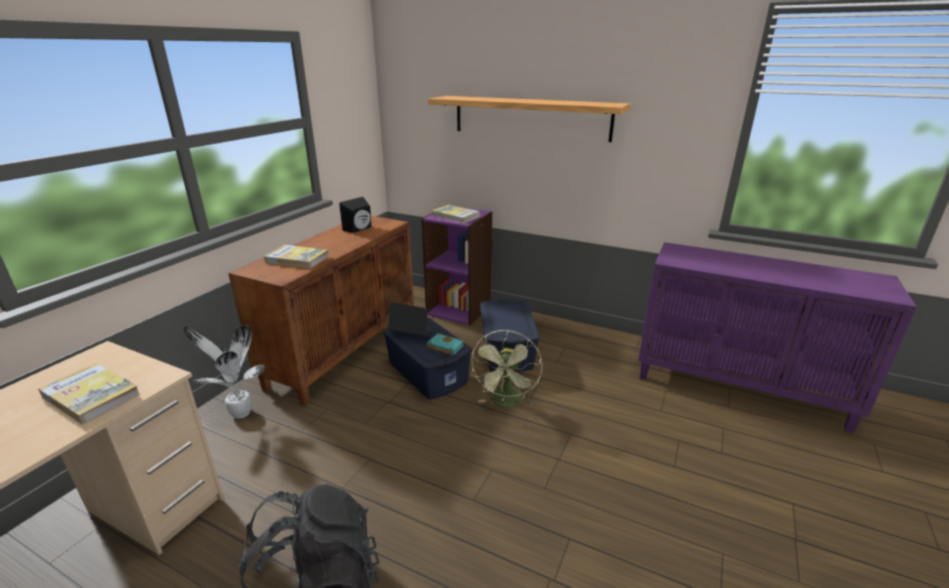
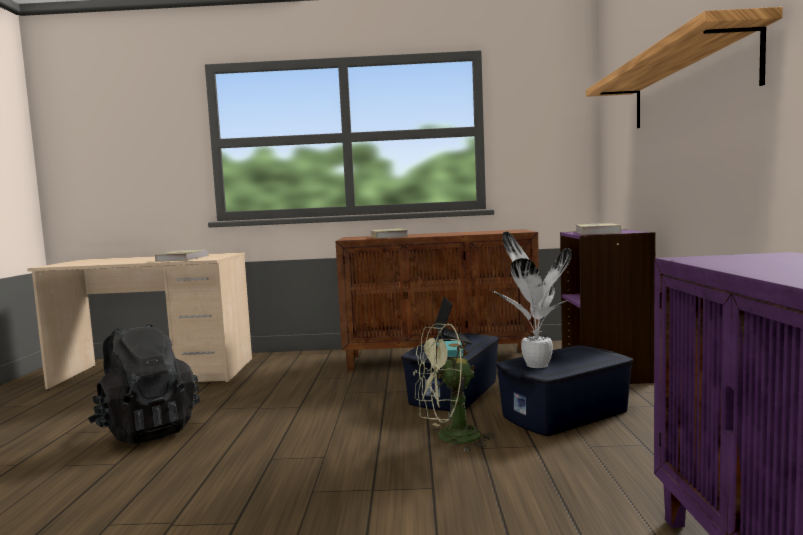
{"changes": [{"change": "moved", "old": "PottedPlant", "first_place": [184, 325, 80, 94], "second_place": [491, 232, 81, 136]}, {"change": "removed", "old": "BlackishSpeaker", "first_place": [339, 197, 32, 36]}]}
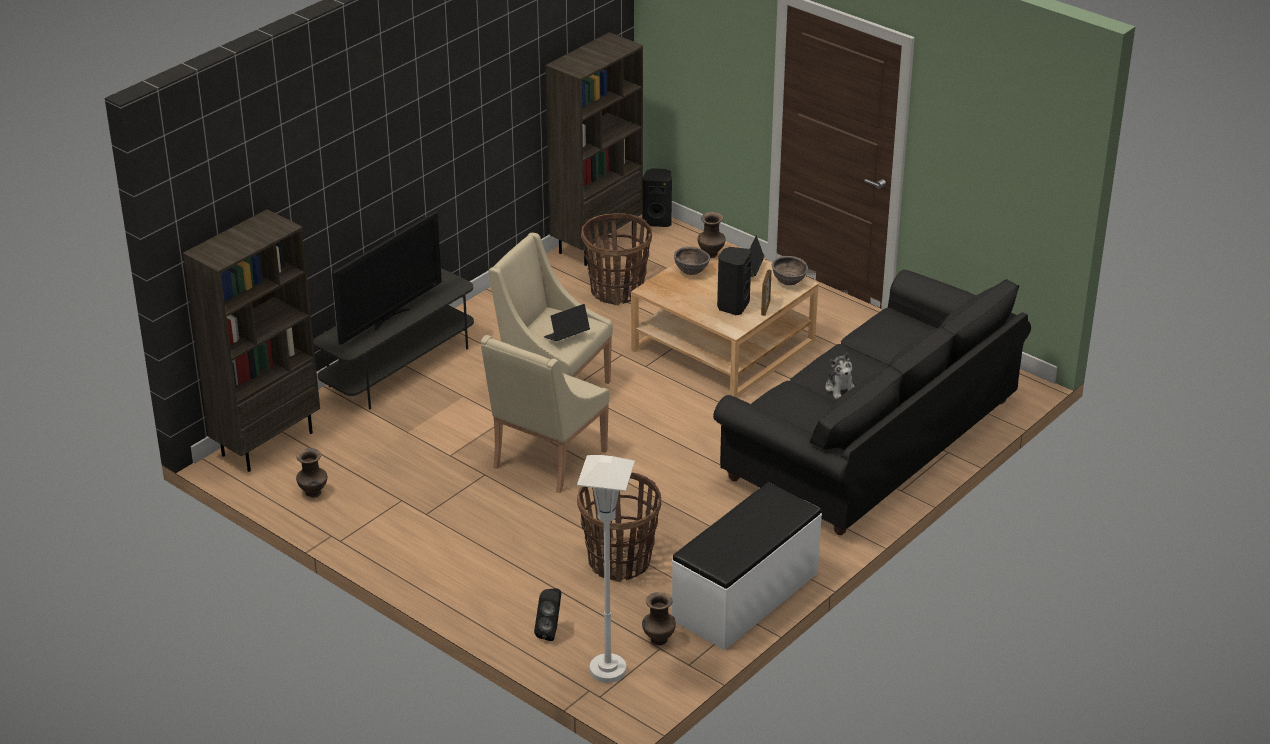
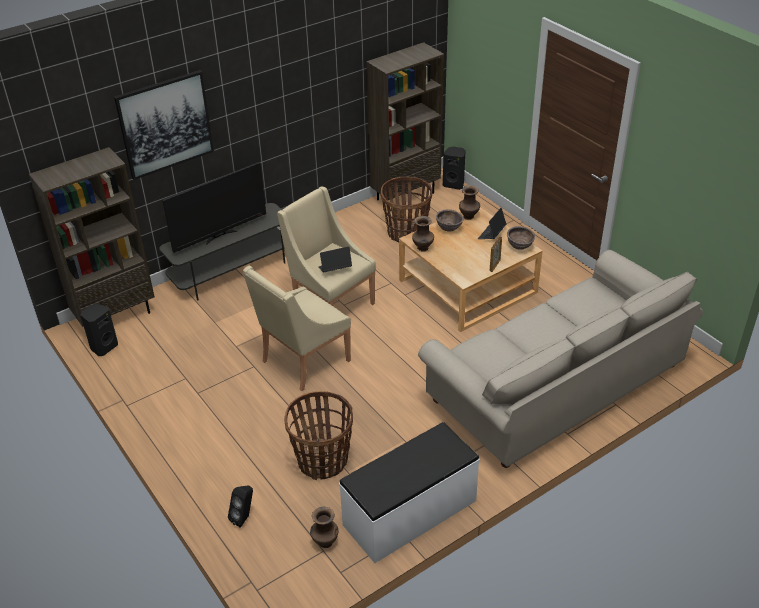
{"changes": [{"change": "moved", "old": "BrownFlowerVase", "first_place": [296, 448, 31, 50], "second_place": [412, 216, 22, 36]}, {"change": "removed", "old": "WhitishStandingLamp", "first_place": [577, 455, 58, 228]}, {"change": "recoloured", "old": "BlackishCouch", "new": "BeigeColouredCouch", "first_place": [713, 270, 318, 265], "second_place": [418, 250, 285, 218]}, {"change": "moved", "old": "BlackishSpeaker", "first_place": [717, 247, 35, 68], "second_place": [81, 304, 37, 52]}, {"change": "removed", "old": "SoftToy", "first_place": [825, 352, 29, 47]}, {"change": "added", "new": "WallArt", "second_place": [114, 70, 100, 110]}]}
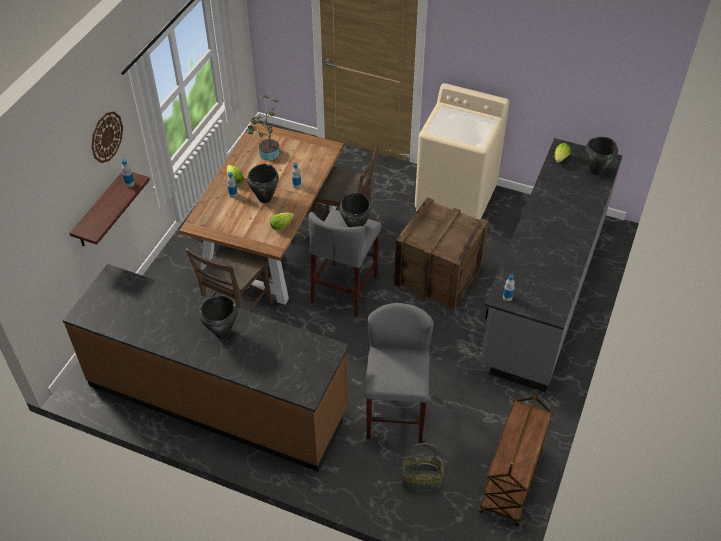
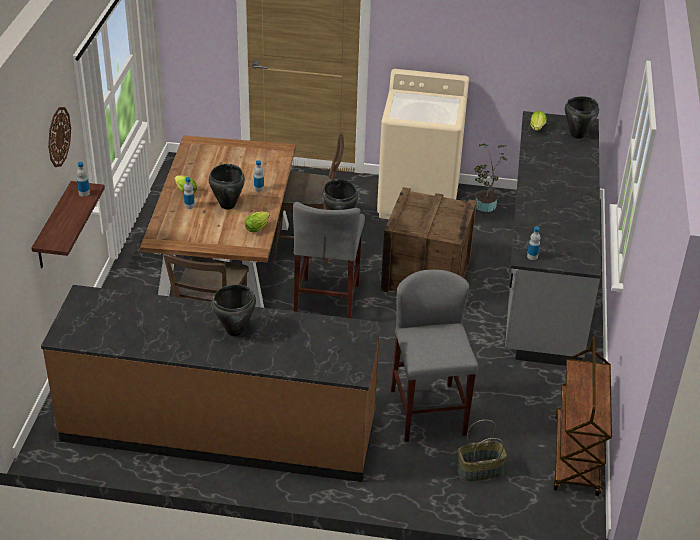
{"changes": [{"change": "moved", "old": "PottedPlant", "first_place": [246, 95, 34, 65], "second_place": [474, 144, 34, 68]}]}
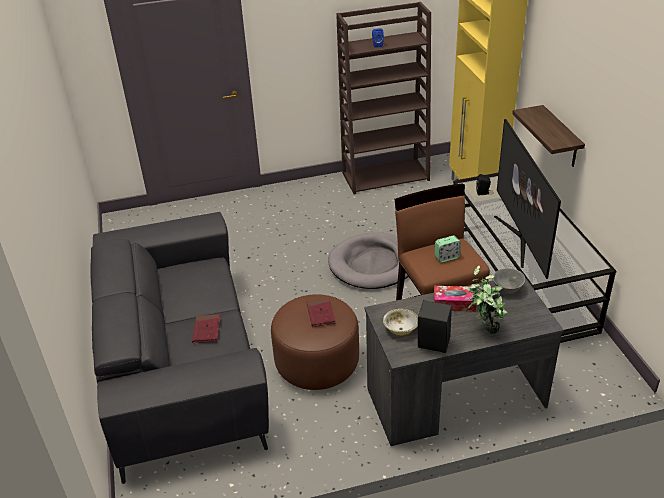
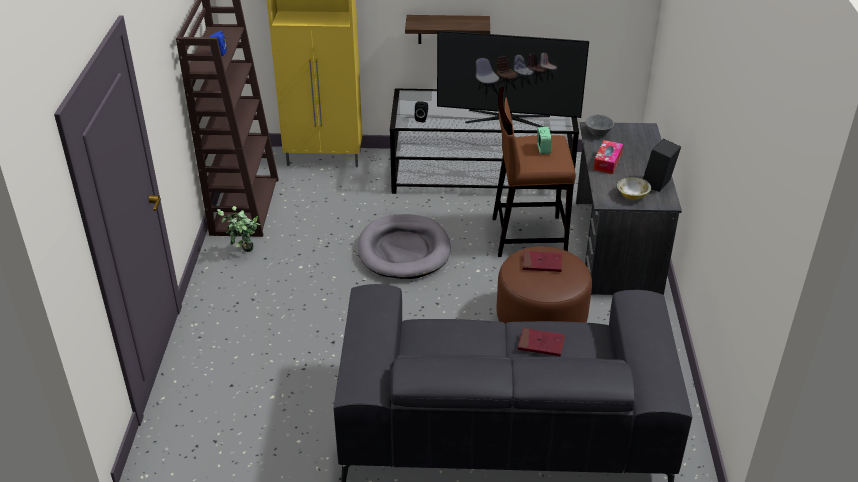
{"changes": [{"change": "moved", "old": "PottedPlant", "first_place": [466, 265, 42, 69], "second_place": [217, 206, 43, 46]}]}
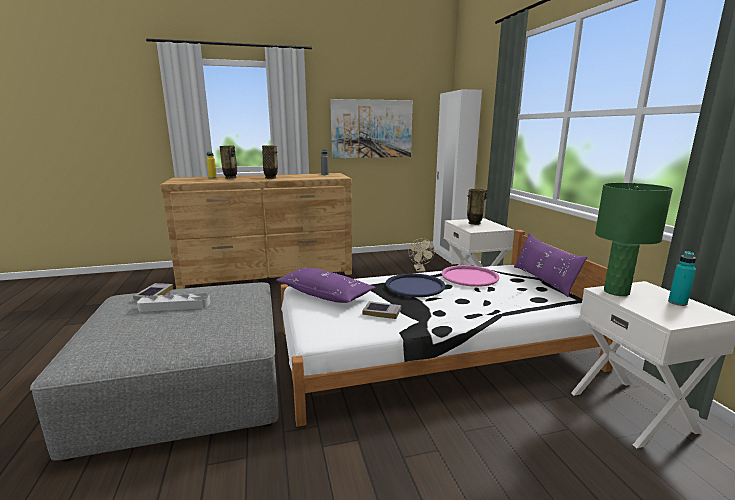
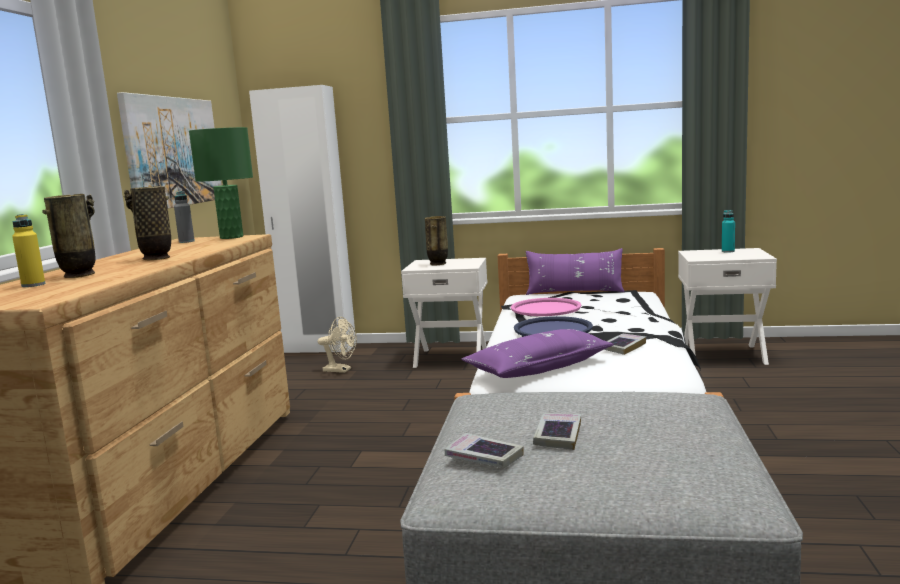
{"changes": [{"change": "replaced", "old": "GrayCarryingTray", "new": "BoundBook", "first_place": [137, 293, 73, 19], "second_place": [533, 413, 48, 37]}, {"change": "moved", "old": "GreenishTabletopLamp", "first_place": [595, 183, 78, 113], "second_place": [189, 127, 64, 112]}]}
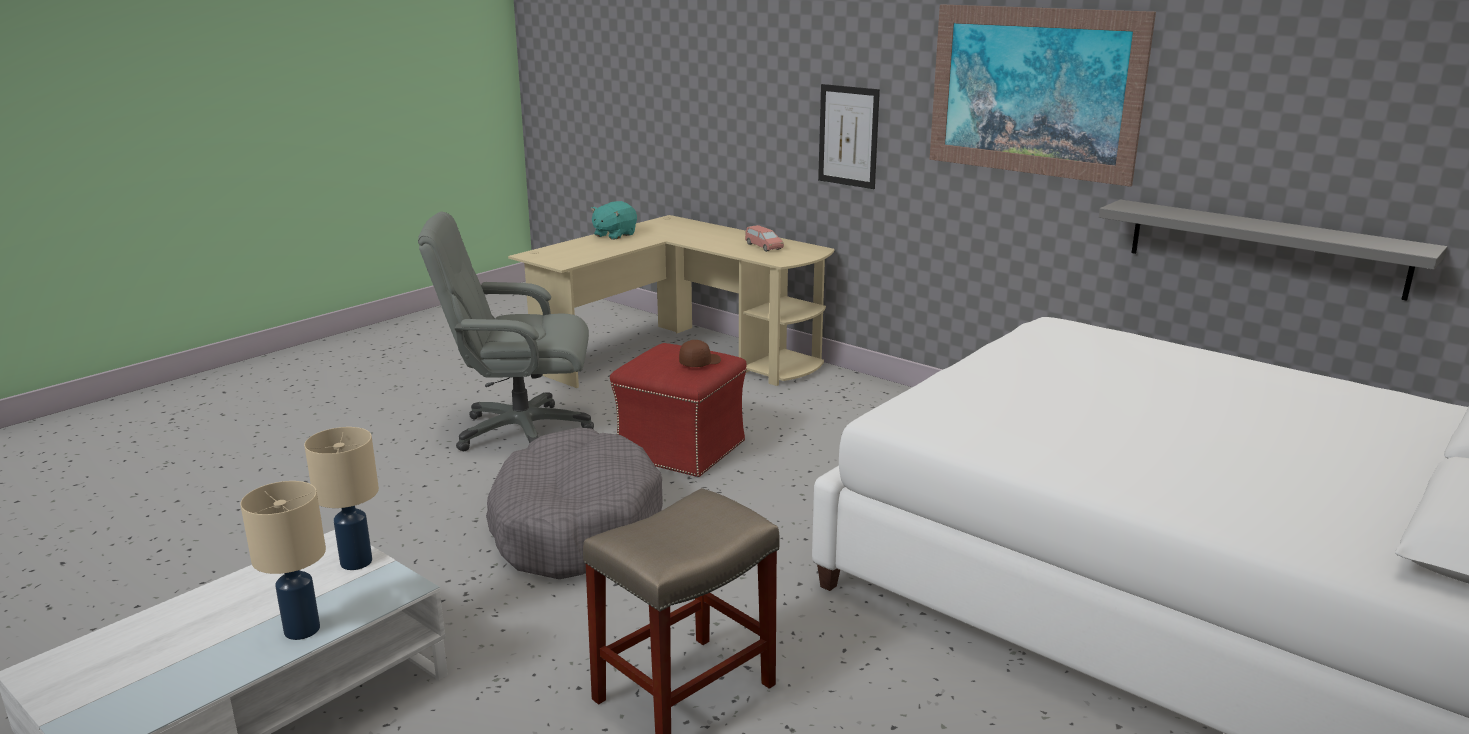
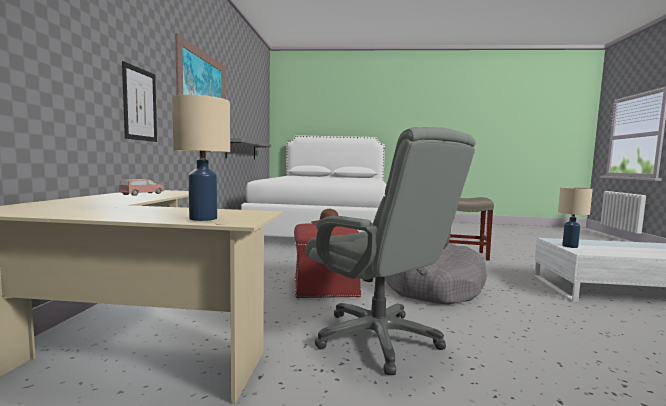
{"changes": [{"change": "moved", "old": "BeigeColouredTabletopLamp", "first_place": [240, 481, 86, 159], "second_place": [172, 95, 58, 126]}, {"change": "removed", "old": "TurquoiseSoftToy", "first_place": [591, 201, 46, 39]}]}
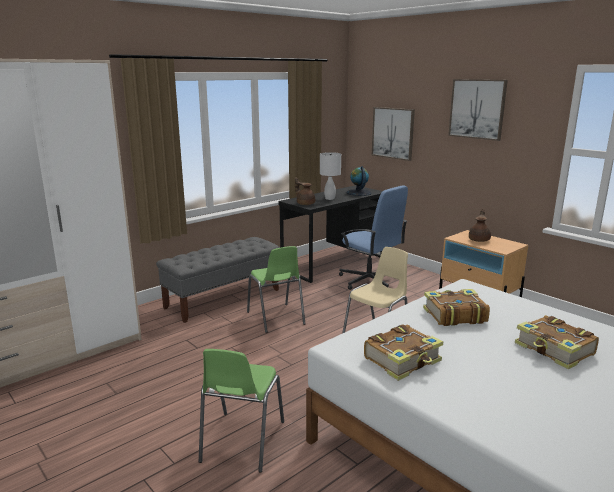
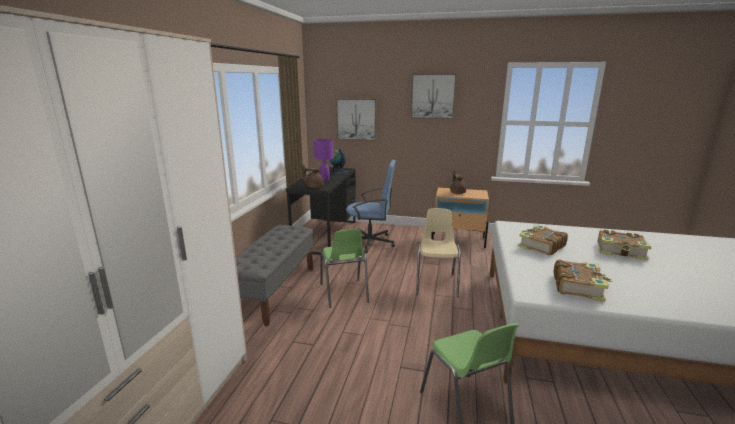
{"changes": [{"change": "turned", "old": "GreenishUprightChair", "first_place": [247, 246, 59, 87], "second_place": [320, 229, 49, 79], "degrees": 45}, {"change": "recoloured", "old": "WhitishTabletopLamp", "new": "PurpleColouredTabletopLamp", "first_place": [320, 152, 21, 48], "second_place": [314, 139, 20, 42]}]}
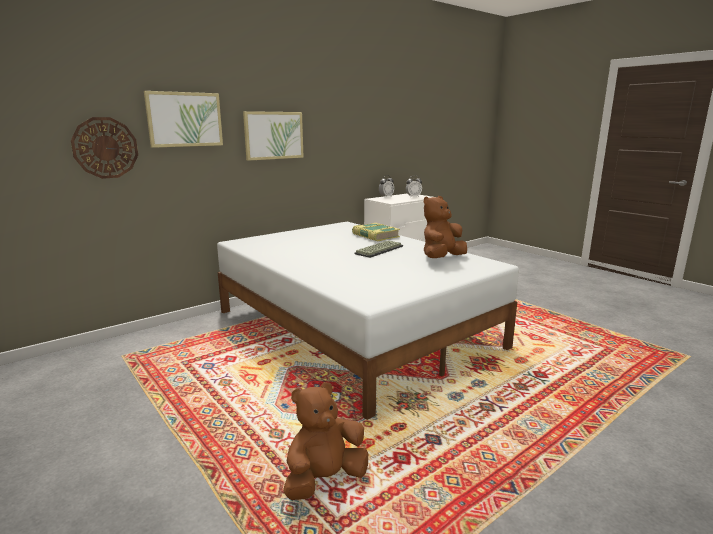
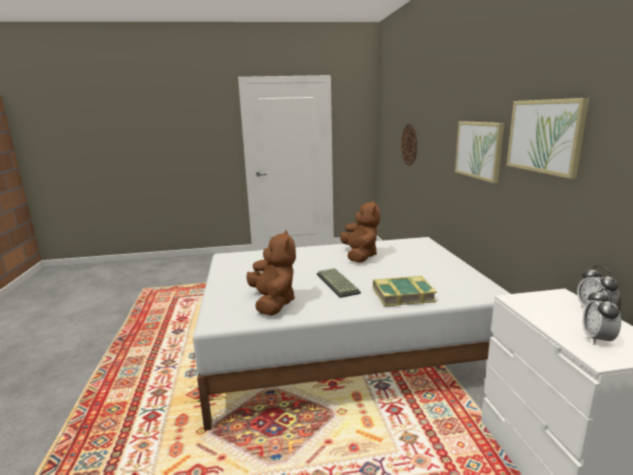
{"changes": [{"change": "moved", "old": "WallArt", "first_place": [144, 91, 79, 57], "second_place": [507, 98, 82, 81]}, {"change": "moved", "old": "BrownSoftToy", "first_place": [283, 382, 85, 118], "second_place": [340, 200, 40, 63]}]}
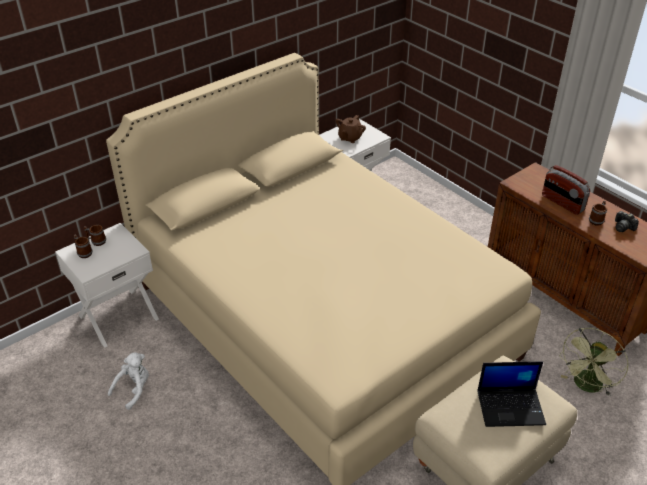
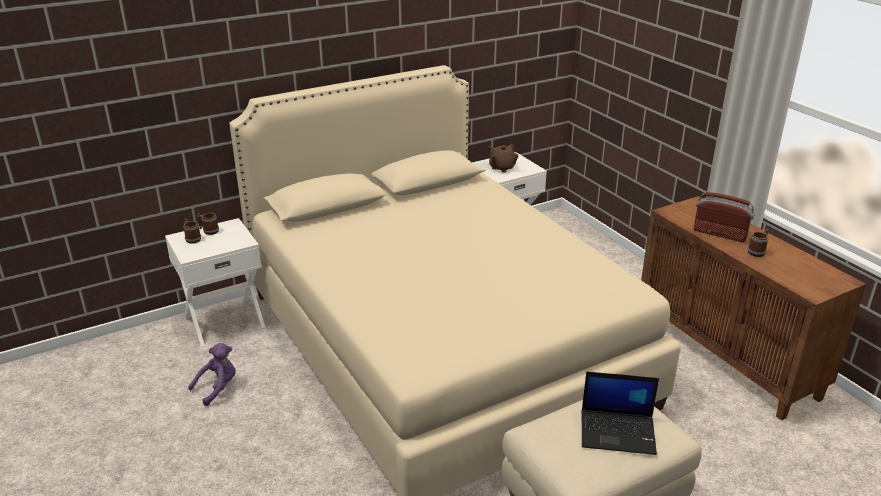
{"changes": [{"change": "recoloured", "old": "WhitishSoftToy", "new": "PurpleColouredSoftToy", "first_place": [108, 353, 41, 57], "second_place": [189, 343, 47, 63]}, {"change": "turned", "old": "RadioReceiver", "first_place": [542, 165, 48, 50], "second_place": [694, 192, 60, 50], "degrees": 150}, {"change": "removed", "old": "GreenishCoolingFan", "first_place": [559, 328, 70, 68]}, {"change": "removed", "old": "StillCamera", "first_place": [615, 211, 24, 21]}]}
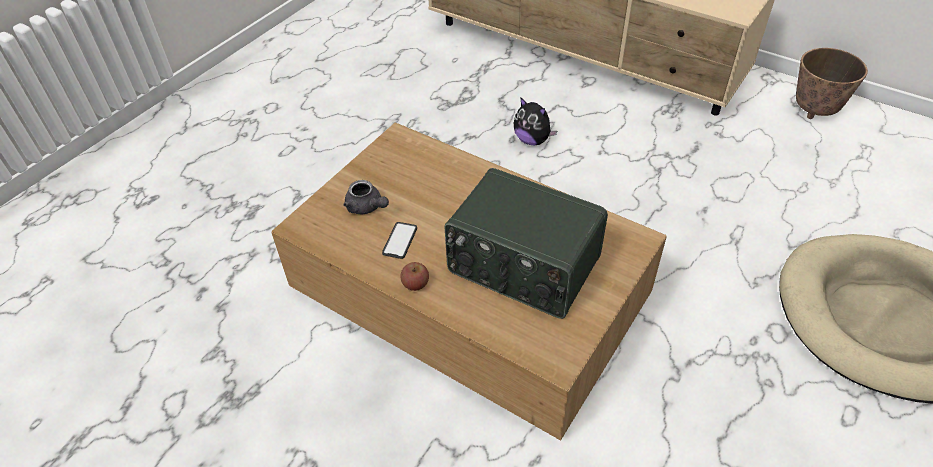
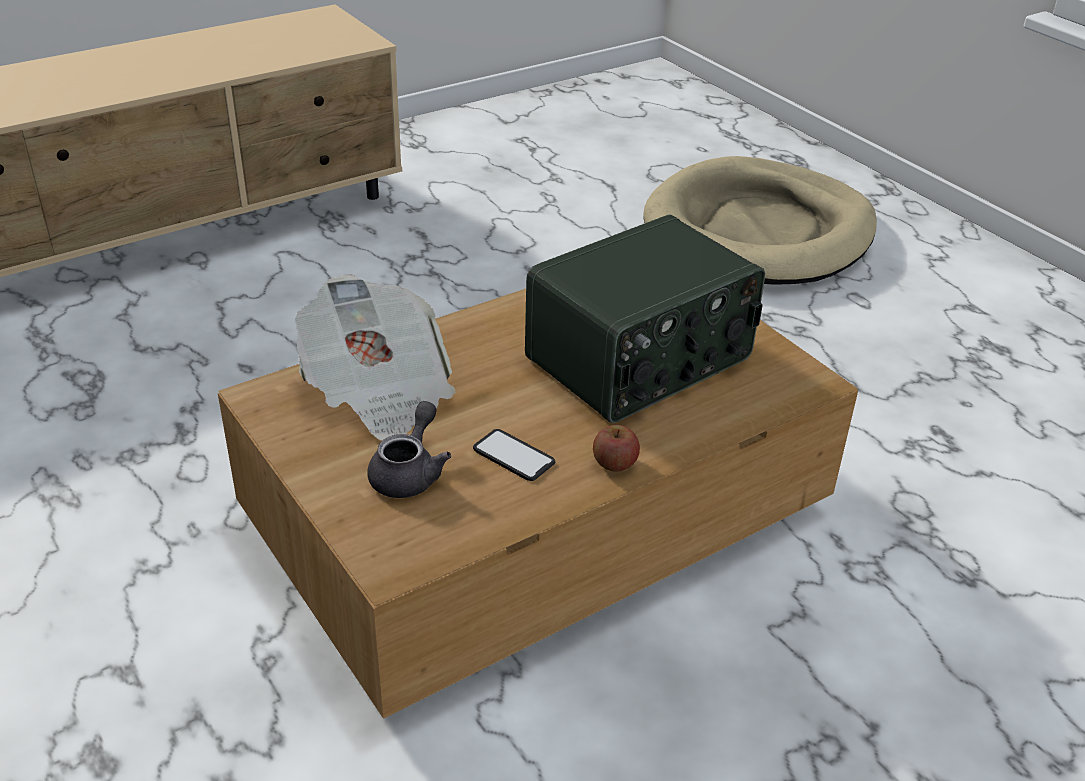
{"changes": [{"change": "turned", "old": "GrayTeaPot", "first_place": [343, 180, 46, 34], "second_place": [368, 401, 83, 97], "degrees": -45}, {"change": "removed", "old": "SoftToy", "first_place": [514, 97, 43, 49]}, {"change": "removed", "old": "PlantPot", "first_place": [796, 48, 72, 71]}, {"change": "added", "new": "DailyPaper", "second_place": [295, 274, 161, 167]}]}
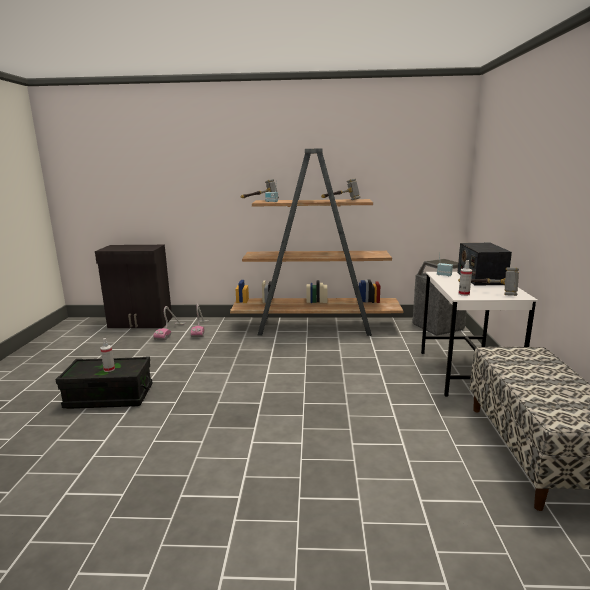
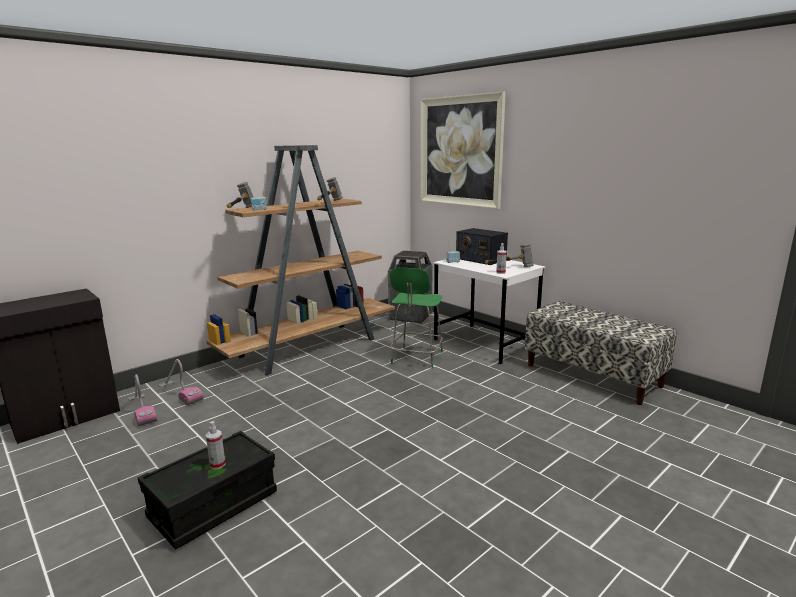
{"changes": [{"change": "added", "new": "GreenishUprightChair", "second_place": [390, 267, 53, 102]}, {"change": "added", "new": "WallArt", "second_place": [420, 91, 86, 118]}]}
